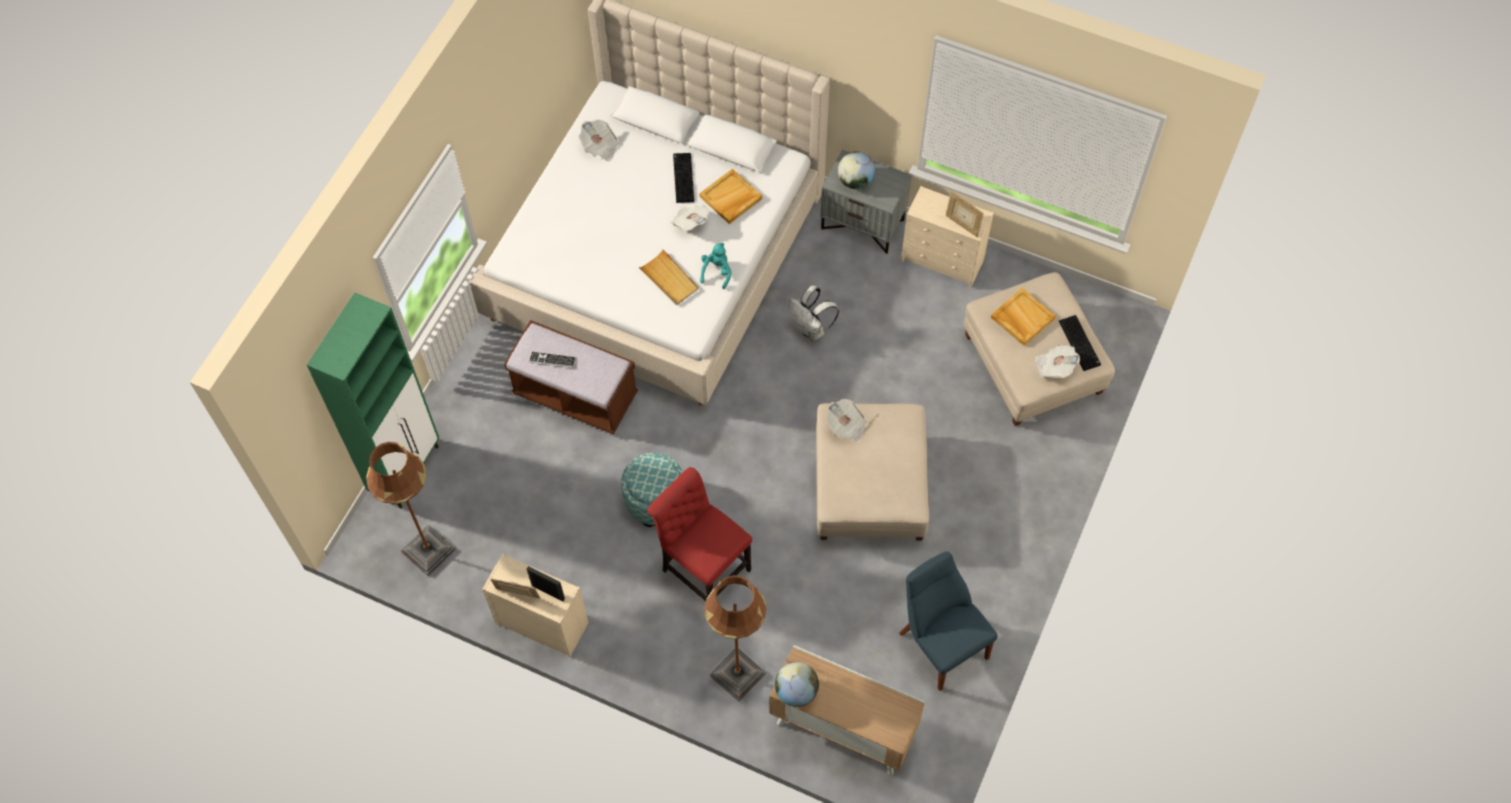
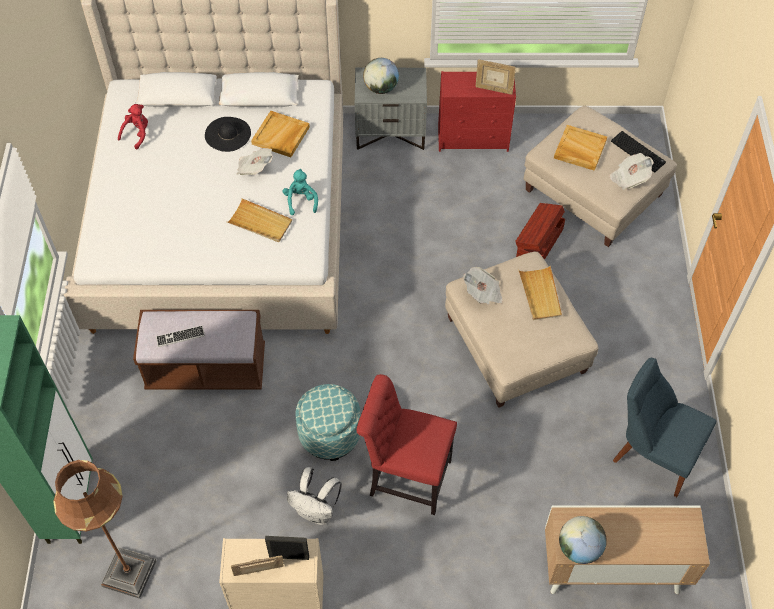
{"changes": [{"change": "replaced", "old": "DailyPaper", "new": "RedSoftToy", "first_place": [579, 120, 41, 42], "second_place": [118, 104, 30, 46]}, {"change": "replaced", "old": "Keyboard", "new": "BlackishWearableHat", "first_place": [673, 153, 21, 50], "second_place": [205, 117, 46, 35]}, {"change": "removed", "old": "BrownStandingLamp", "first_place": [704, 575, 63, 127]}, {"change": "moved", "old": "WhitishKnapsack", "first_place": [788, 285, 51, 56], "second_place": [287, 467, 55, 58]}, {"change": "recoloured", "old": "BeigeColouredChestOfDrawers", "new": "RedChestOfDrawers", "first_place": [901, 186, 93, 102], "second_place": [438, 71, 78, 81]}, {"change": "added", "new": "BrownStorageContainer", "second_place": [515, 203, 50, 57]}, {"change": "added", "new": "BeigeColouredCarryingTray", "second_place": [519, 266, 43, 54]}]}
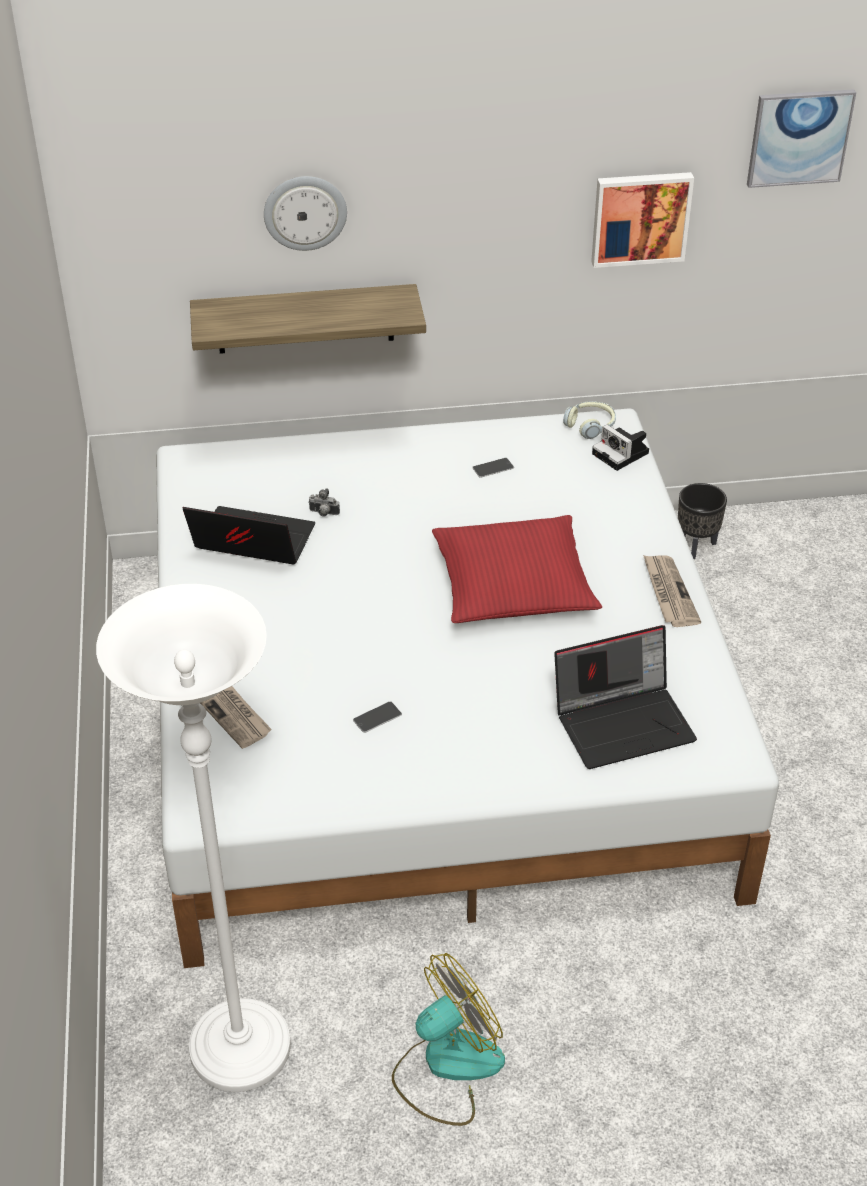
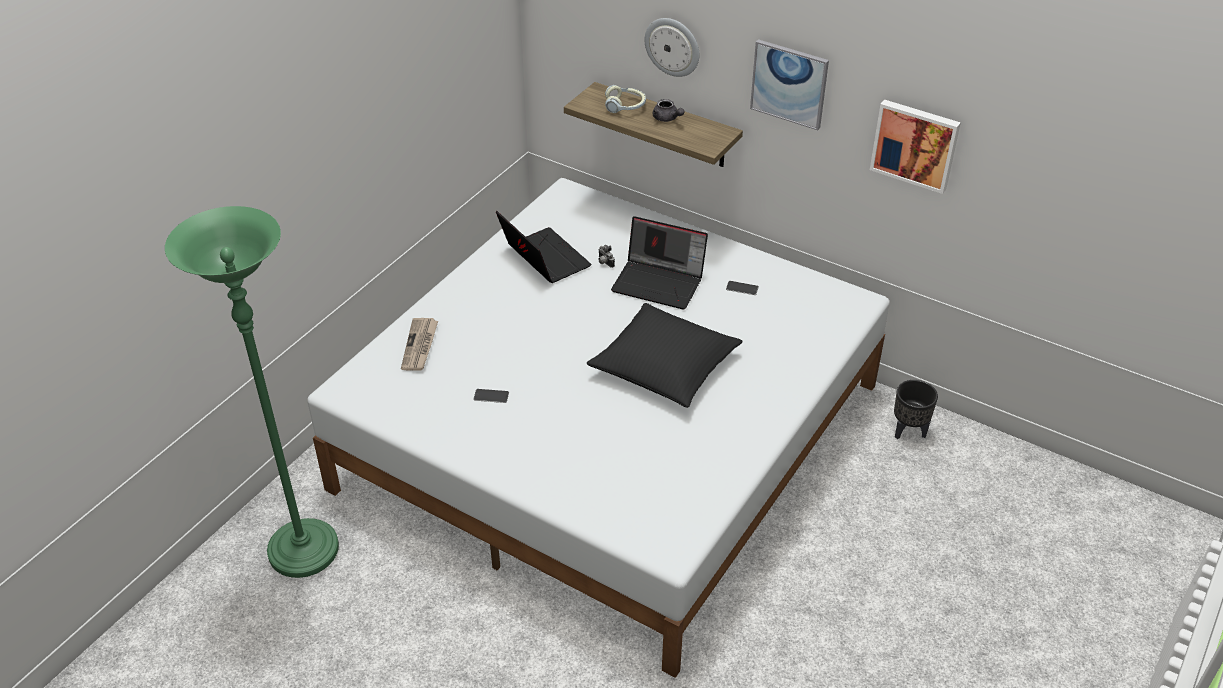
{"changes": [{"change": "recoloured", "old": "WhitishStandingLamp", "new": "GreenishStandingLamp", "first_place": [96, 584, 195, 508], "second_place": [165, 206, 174, 372]}, {"change": "removed", "old": "CoolingFan", "first_place": [392, 953, 113, 173]}, {"change": "recoloured", "old": "RedThrowPillow", "new": "BlackishThrowPillow", "first_place": [432, 515, 170, 108], "second_place": [587, 303, 156, 105]}, {"change": "moved", "old": "Laptop", "first_place": [554, 625, 143, 144], "second_place": [611, 216, 97, 94]}, {"change": "moved", "old": "Headphones", "first_place": [563, 401, 53, 38], "second_place": [605, 85, 41, 28]}, {"change": "removed", "old": "StillCamera", "first_place": [592, 425, 57, 46]}, {"change": "removed", "old": "DailyPaper", "first_place": [643, 555, 58, 72]}, {"change": "moved", "old": "WallArt", "first_place": [747, 89, 109, 99], "second_place": [750, 39, 79, 91]}, {"change": "added", "new": "GrayTeaPot", "second_place": [653, 99, 32, 23]}]}
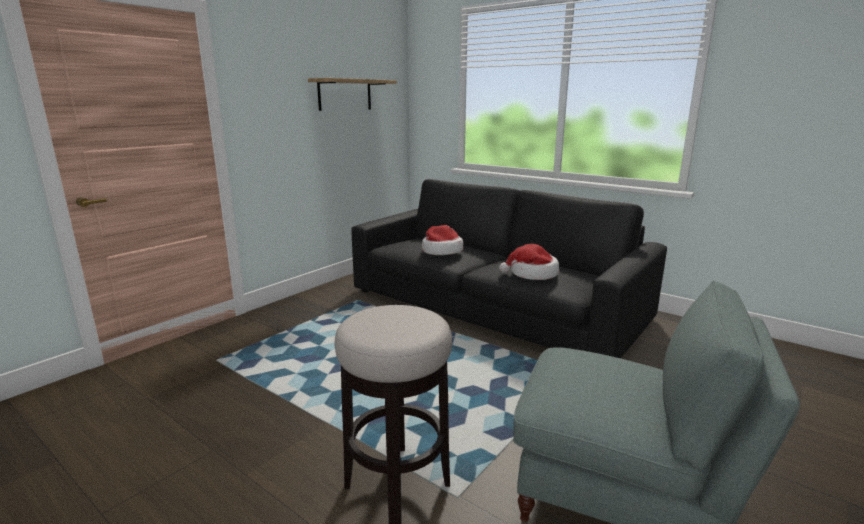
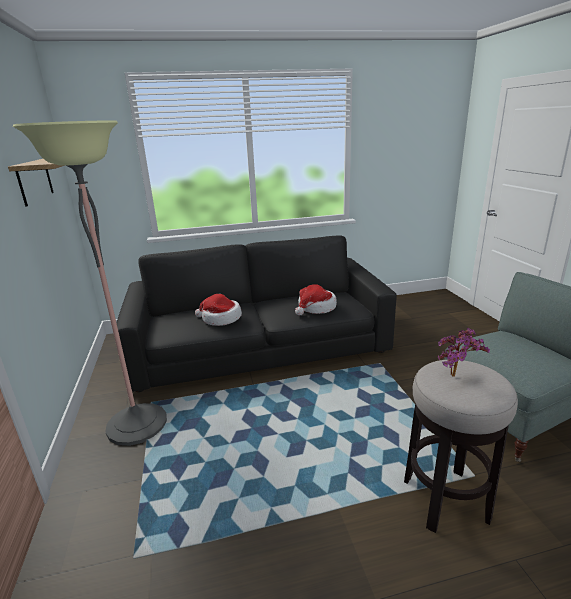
{"changes": [{"change": "added", "new": "StandingLamp", "second_place": [13, 120, 154, 326]}, {"change": "added", "new": "PottedPlant", "second_place": [438, 328, 52, 49]}]}
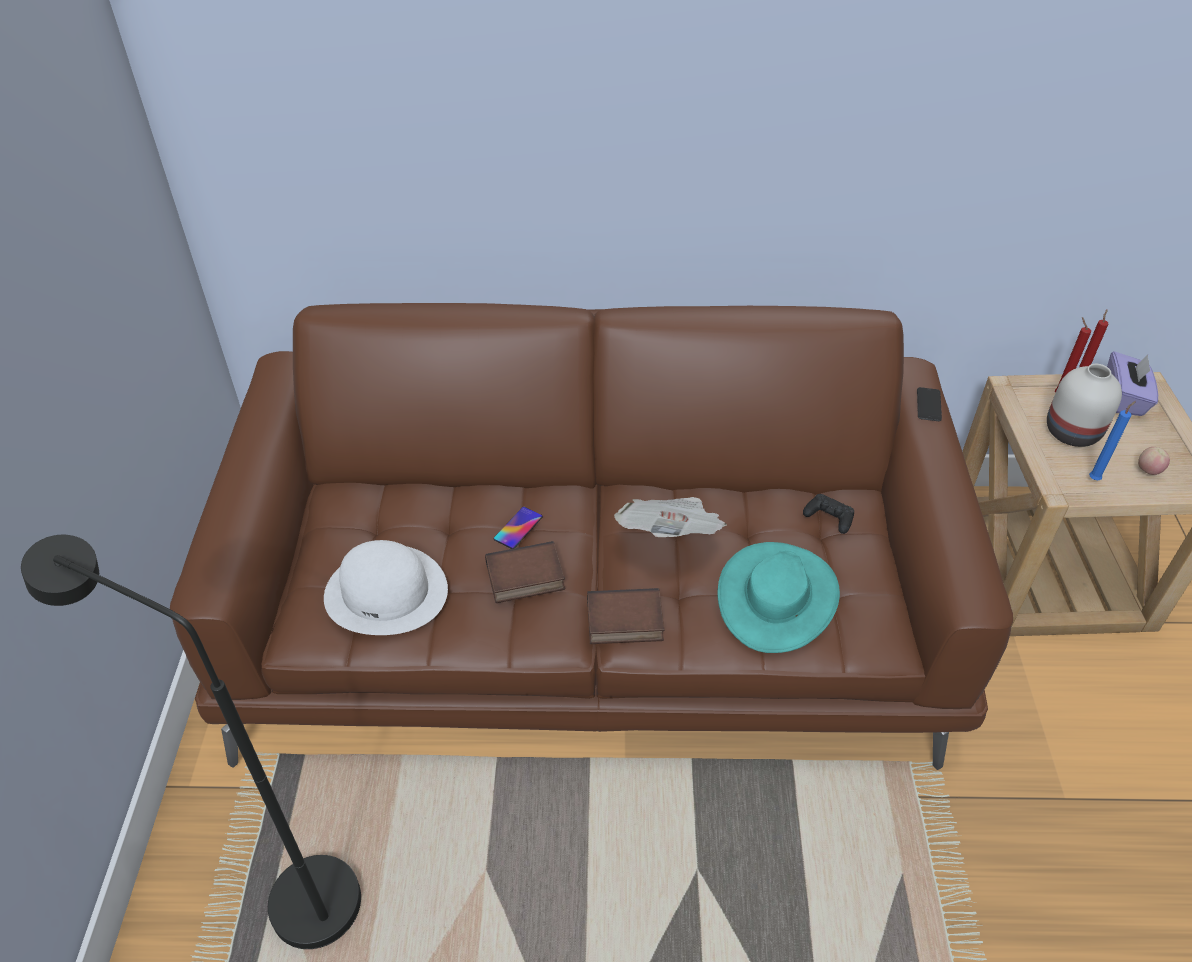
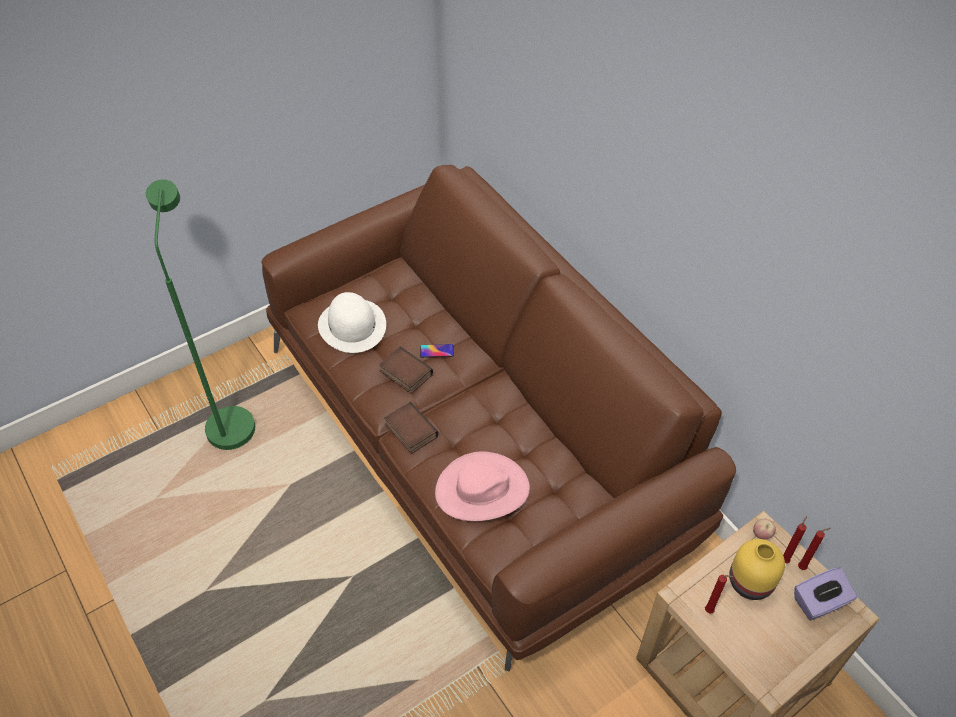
{"changes": [{"change": "recoloured", "old": "BlackishStandingLamp", "new": "GreenishStandingLamp", "first_place": [21, 535, 340, 414], "second_place": [146, 179, 109, 271]}, {"change": "removed", "old": "DailyPaper", "first_place": [614, 497, 113, 40]}, {"change": "recoloured", "old": "TurquoiseWearableHat", "new": "PinkishWearableHat", "first_place": [717, 542, 123, 111], "second_place": [435, 451, 95, 70]}, {"change": "removed", "old": "BlackishGameController", "first_place": [803, 494, 51, 40]}, {"change": "removed", "old": "Phone", "first_place": [917, 387, 25, 34]}, {"change": "recoloured", "old": "WhitishFlowerVase", "new": "YellowFlowerVase", "first_place": [1047, 364, 75, 83], "second_place": [729, 539, 56, 61]}, {"change": "recoloured", "old": "BlueCandle", "new": "RedCandle", "first_place": [1089, 401, 47, 79], "second_place": [705, 575, 29, 39]}, {"change": "moved", "old": "Apple", "first_place": [1138, 447, 32, 28], "second_place": [753, 519, 23, 21]}]}
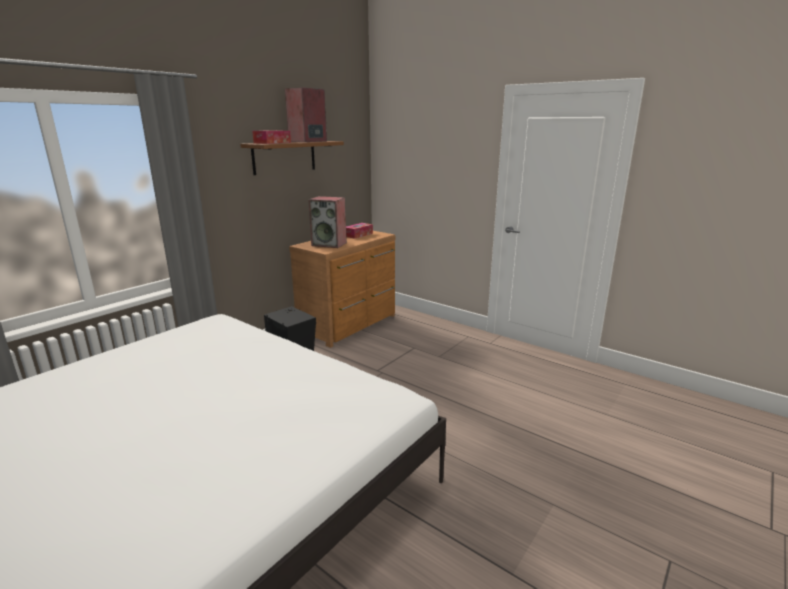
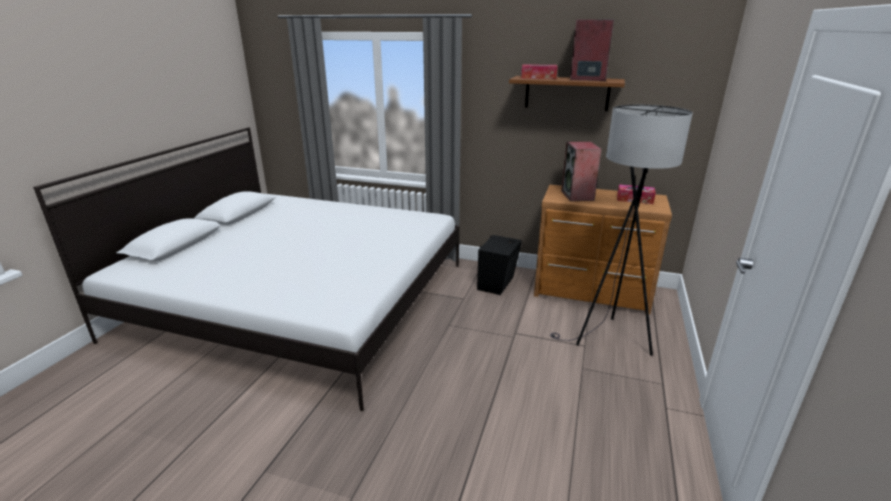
{"changes": [{"change": "added", "new": "GrayStandingLamp", "second_place": [550, 105, 143, 251]}]}
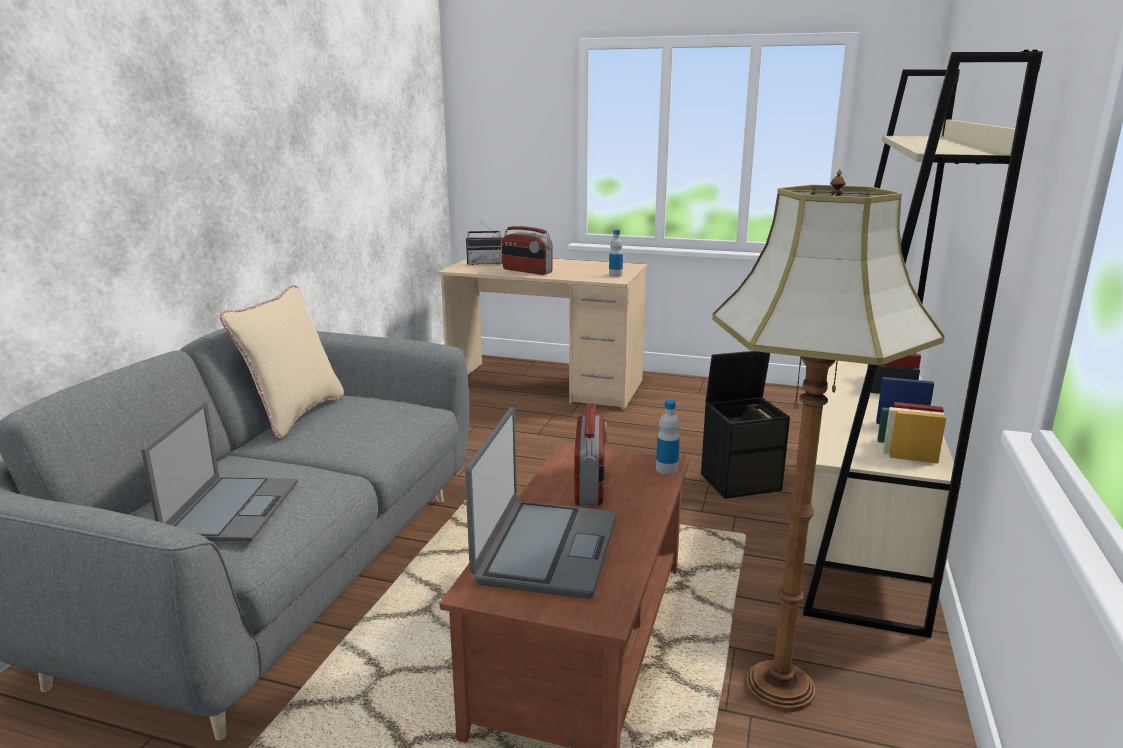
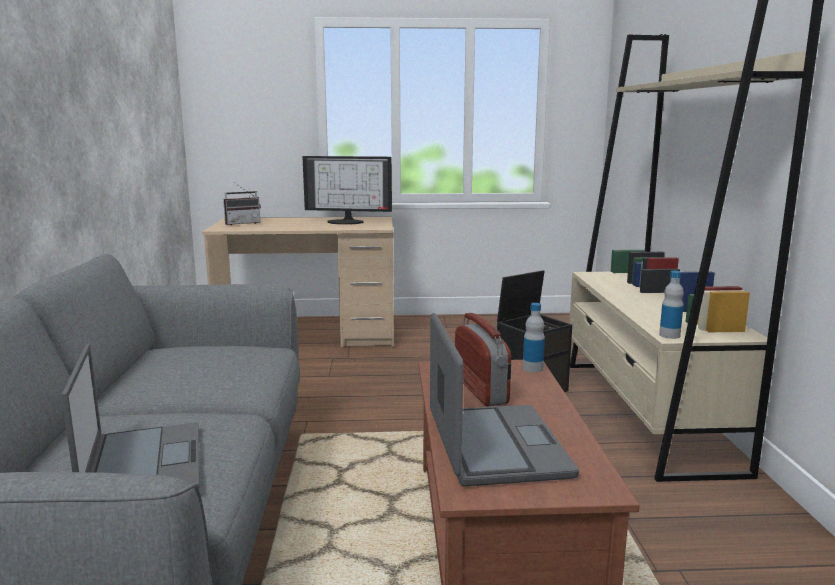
{"changes": [{"change": "removed", "old": "BeigeColouredThrowPillow", "first_place": [219, 285, 125, 154]}, {"change": "removed", "old": "RadioReceiver", "first_place": [502, 226, 51, 49]}, {"change": "moved", "old": "Bottle", "first_place": [609, 230, 14, 47], "second_place": [659, 271, 25, 68]}, {"change": "removed", "old": "StandingLamp", "first_place": [712, 169, 233, 543]}, {"change": "added", "new": "ComputerDisplay", "second_place": [303, 156, 89, 69]}]}
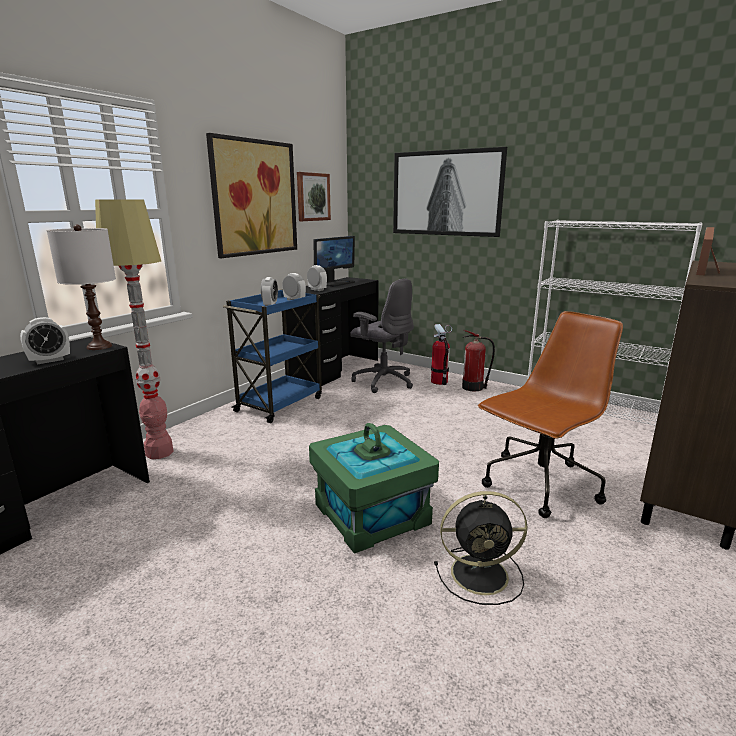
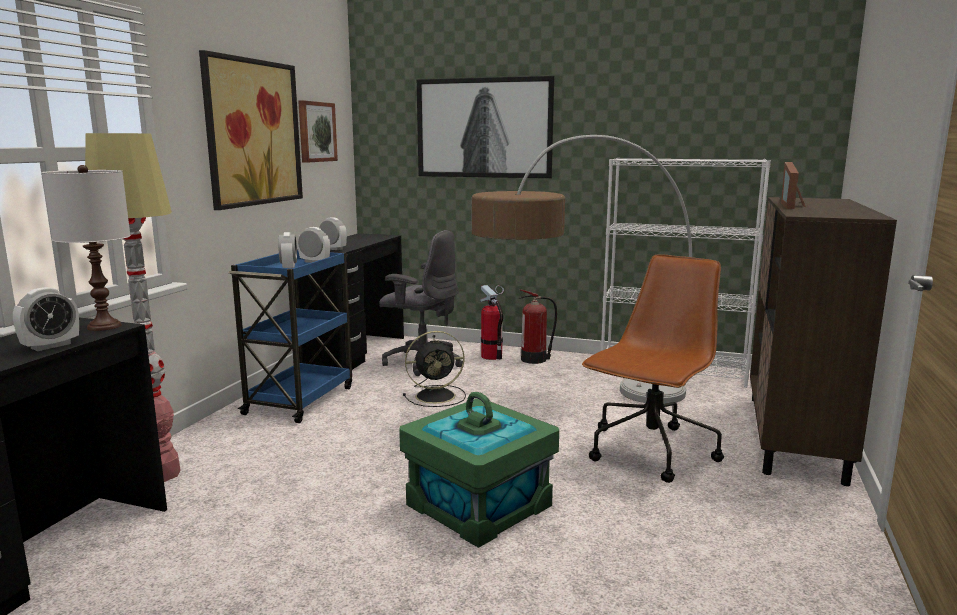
{"changes": [{"change": "removed", "old": "ComputerDisplay", "first_place": [314, 236, 41, 51]}, {"change": "moved", "old": "BlackishCoolingFan", "first_place": [434, 491, 94, 114], "second_place": [403, 331, 63, 76]}, {"change": "added", "new": "StandingLamp", "second_place": [472, 135, 220, 269]}]}
